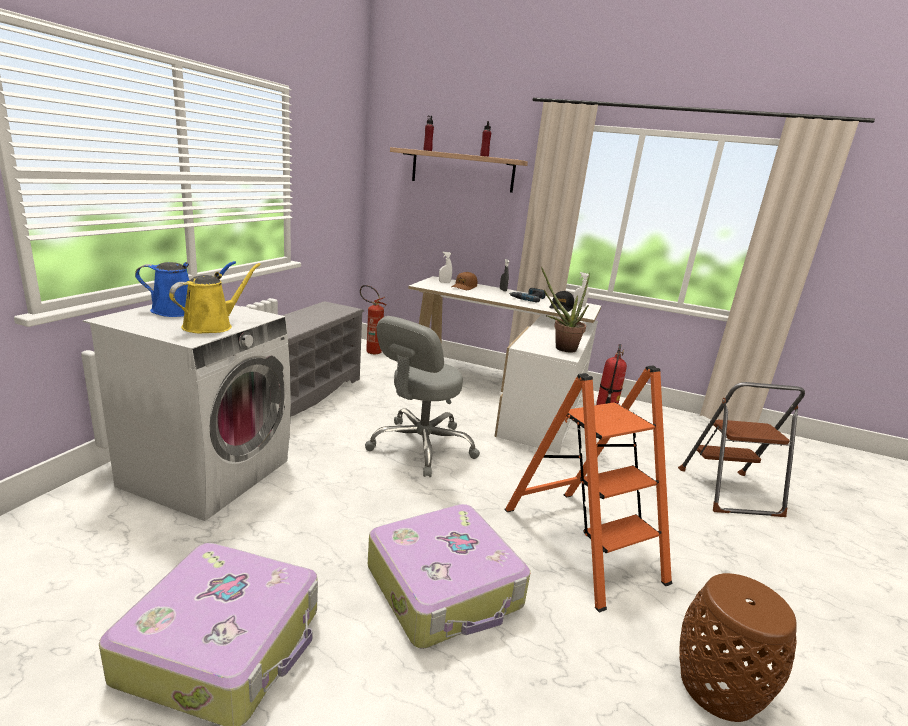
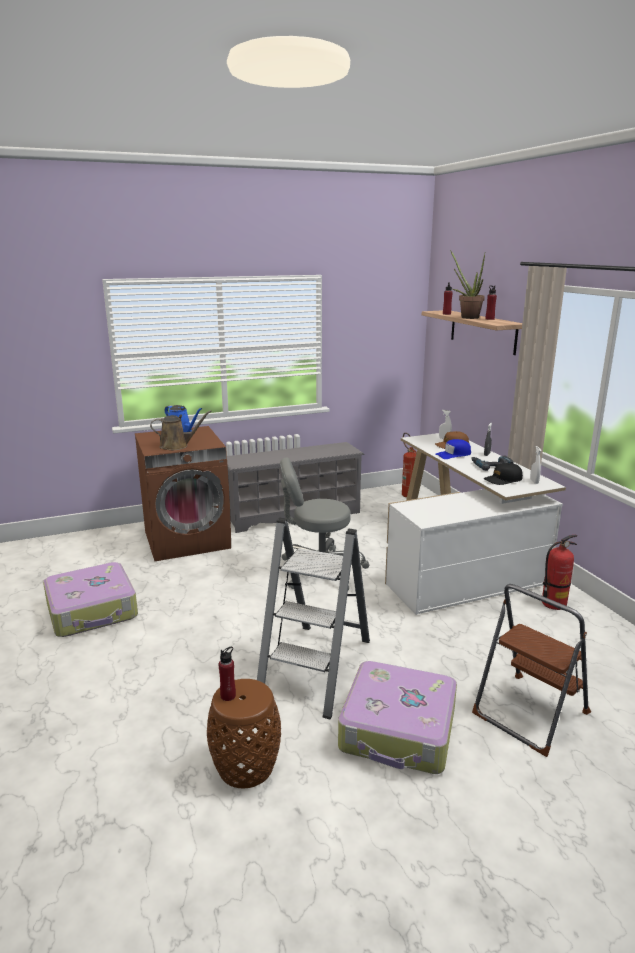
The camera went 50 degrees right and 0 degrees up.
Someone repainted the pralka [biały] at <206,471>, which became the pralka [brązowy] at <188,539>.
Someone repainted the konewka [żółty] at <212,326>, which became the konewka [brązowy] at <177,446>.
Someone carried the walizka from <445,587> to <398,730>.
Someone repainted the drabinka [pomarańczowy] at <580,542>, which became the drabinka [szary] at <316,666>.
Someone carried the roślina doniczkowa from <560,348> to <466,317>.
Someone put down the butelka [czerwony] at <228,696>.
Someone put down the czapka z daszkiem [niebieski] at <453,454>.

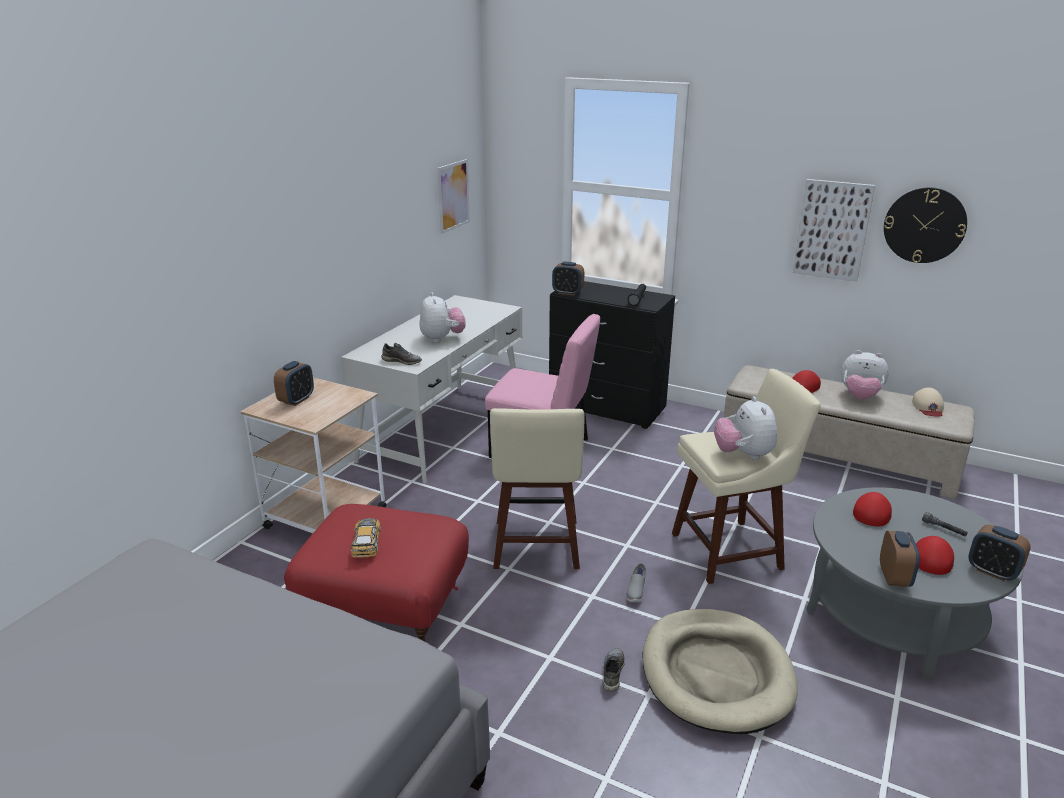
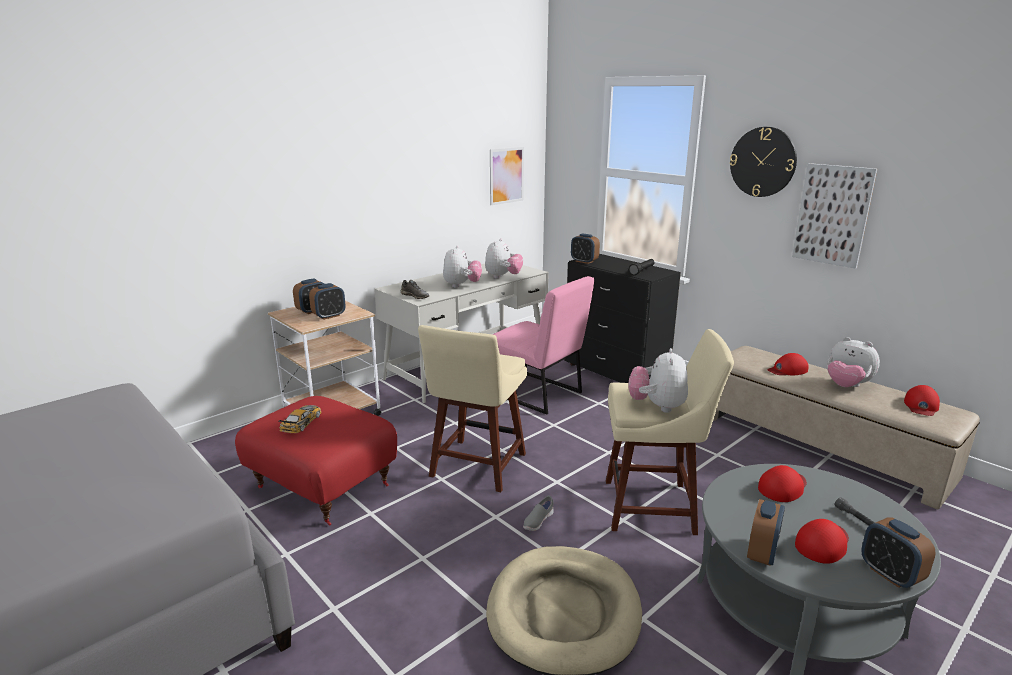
The camera went 20 degrees right and 5 degrees down.
Someone took away the but [szary] at <612,673>.
Someone carried the zegar ścienny from <924,225> to <763,162>.
Someone repainted the czapka z daszkiem [beżowy] at <928,407>, which became the czapka z daszkiem [czerwony] at <921,405>.
Someone put down the budzik at <329,316>.
Someone put down the pluszak at <503,277>.

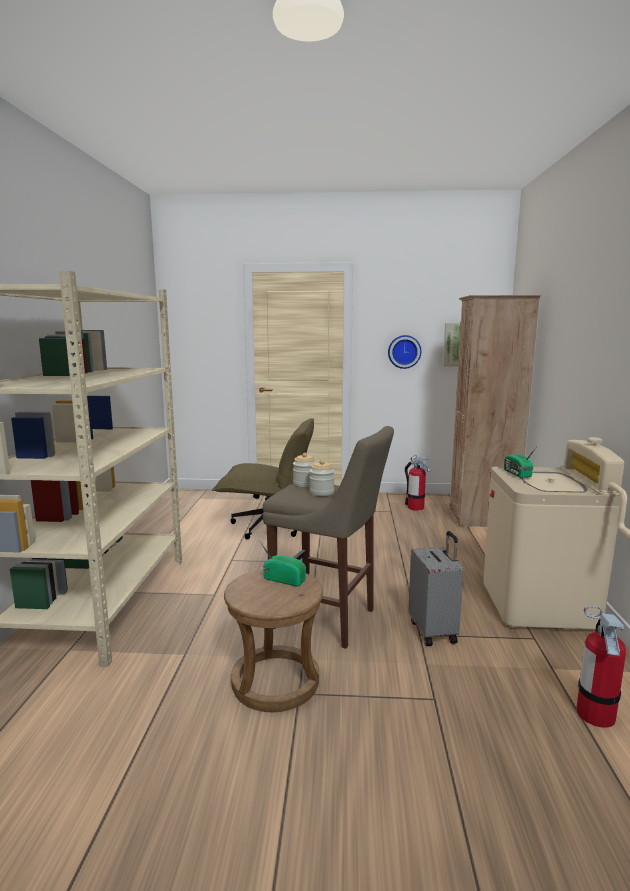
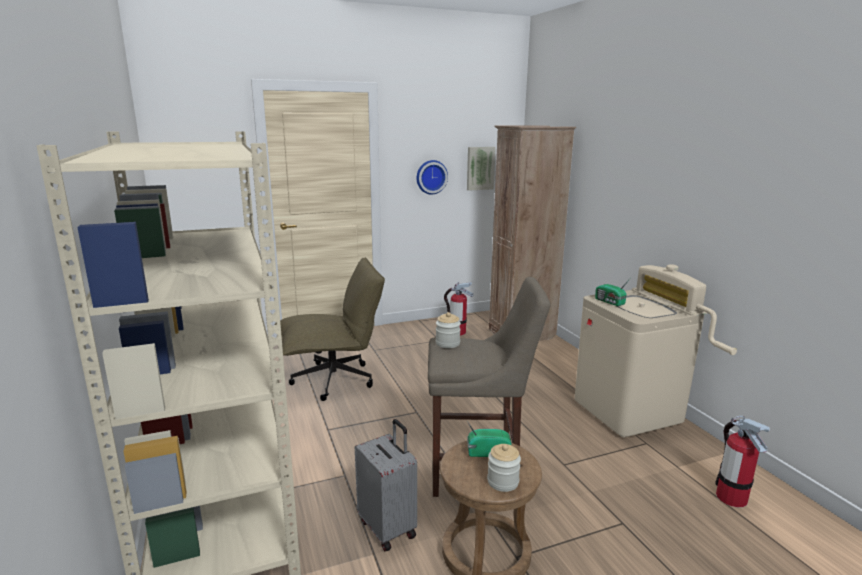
The camera went 25 degrees left and 5 degrees up.
Someone carried the słoik from <321,492> to <503,482>.
Someone carried the walizka [szary] from <434,631> to <388,528>.

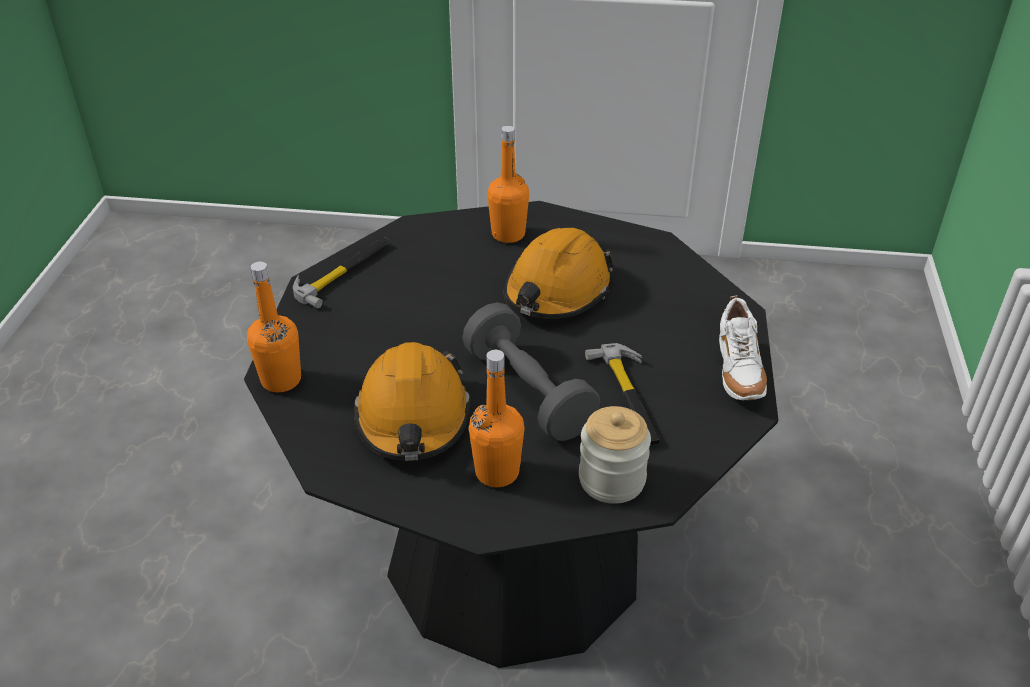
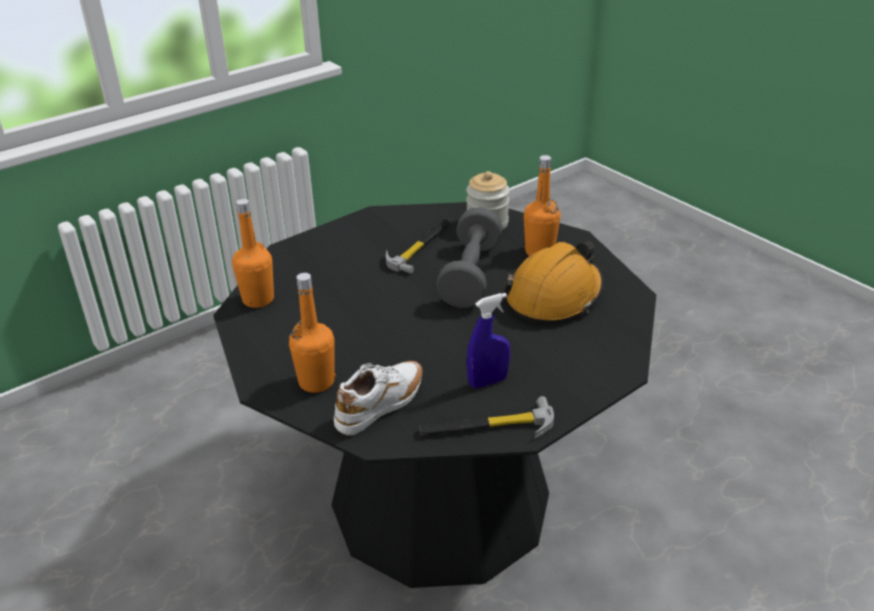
The camera went 135 degrees left and 5 degrees down.
Someone carried the butelka [pomarańczowy] from <281,380> to <258,299>.
Someone took away the kask [pomarańczowy] at <557,291>.
Someone carried the but [biały] from <737,374> to <381,407>.
Someone put down the spryskiwacz [niebieski] at <488,382>.

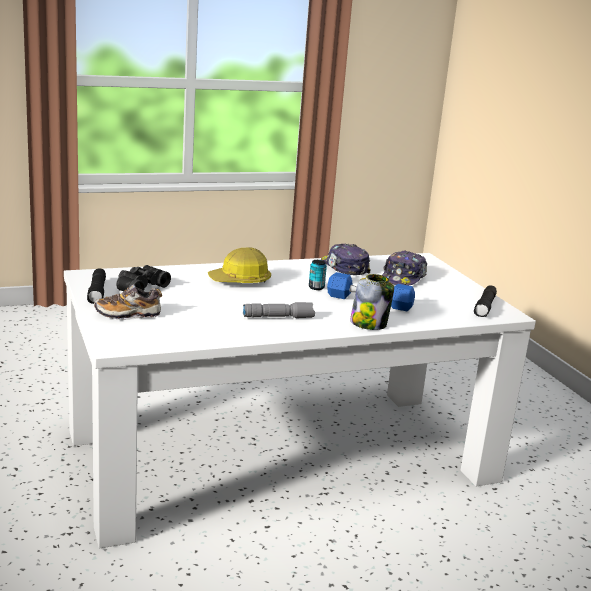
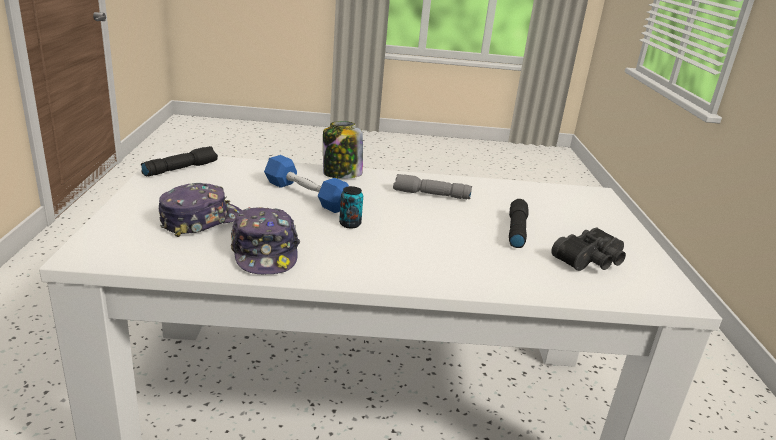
The camera went 160 degrees left and 5 degrees up.
Someone carried the latarka [czarny] from <98,292> to <515,230>.
Someone took away the but at <128,315>.
Someone took away the kask at <240,281>.

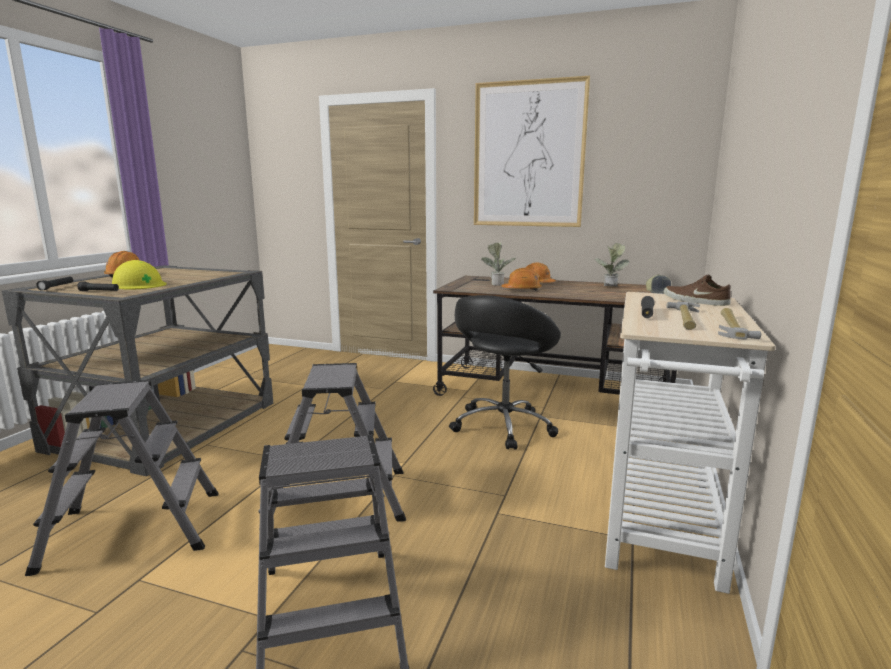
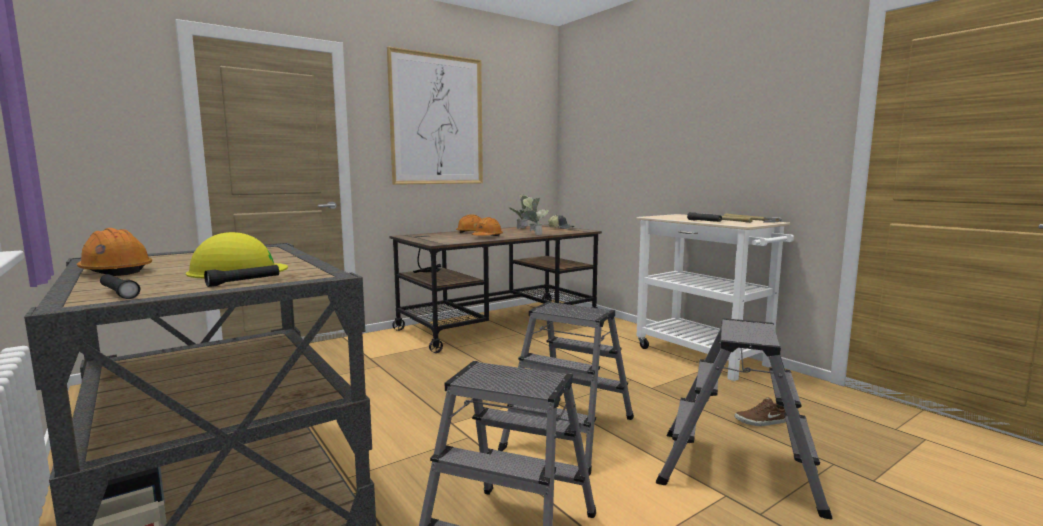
The camera went 55 degrees left and 5 degrees down.
Someone took away the krzesło biurowe [czarny] at <502,428>.
Someone carried the roślina doniczkowa from <497,284> to <533,234>.
Someone carried the but [brązowy] from <694,301> to <761,421>.

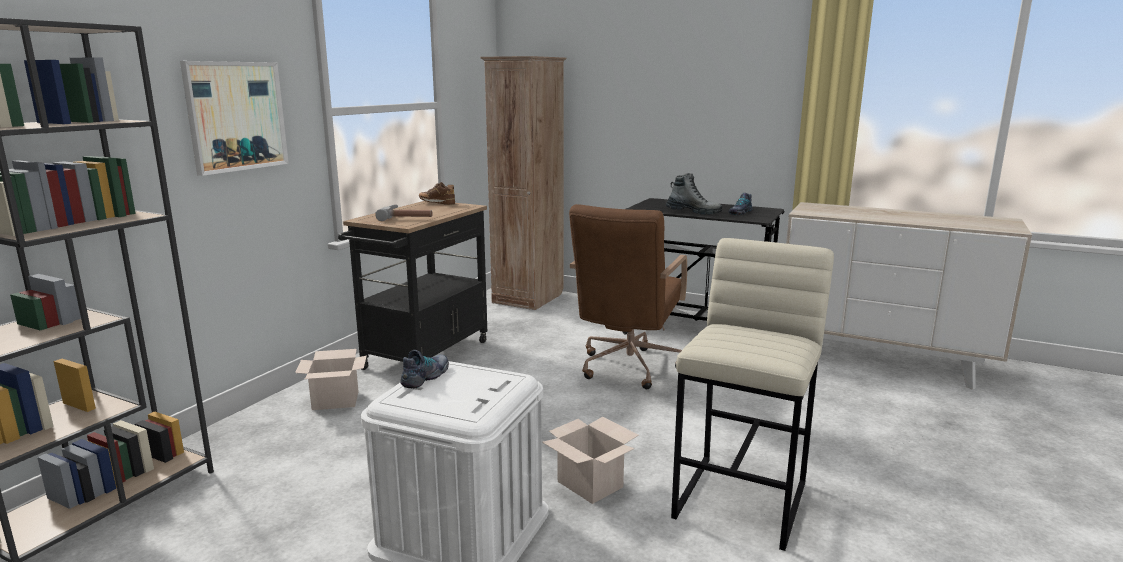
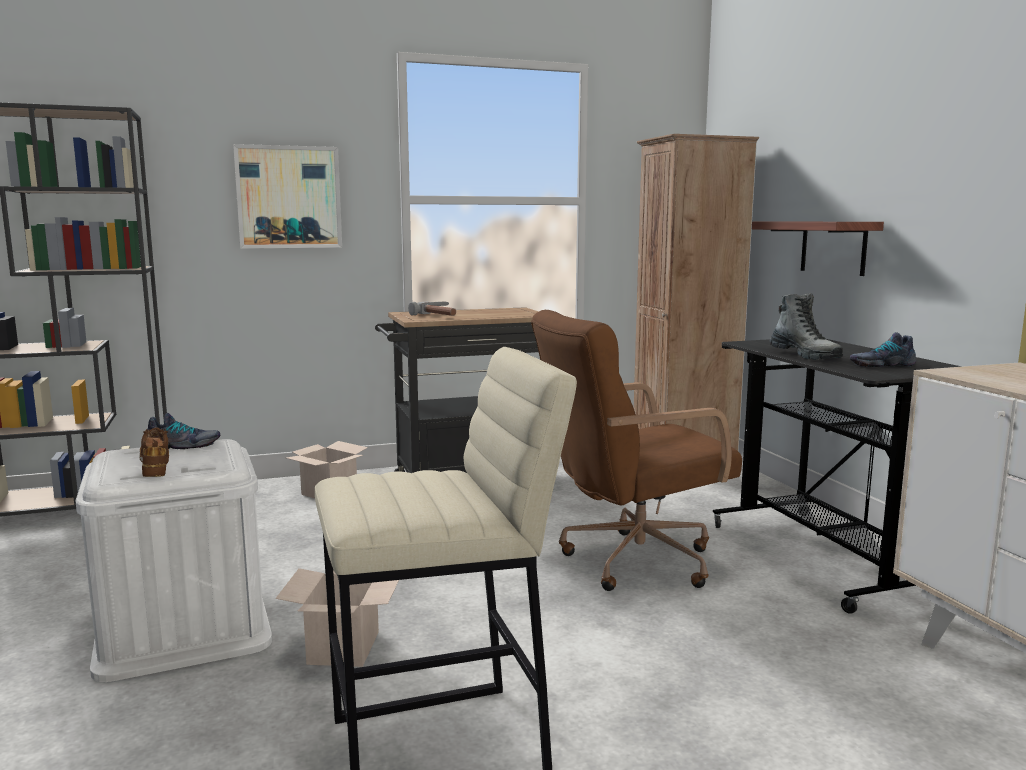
The camera went 45 degrees right and 5 degrees down.
Someone carried the but [brązowy] from <437,203> to <156,467>.
Someone put up the półka at <833,247>.

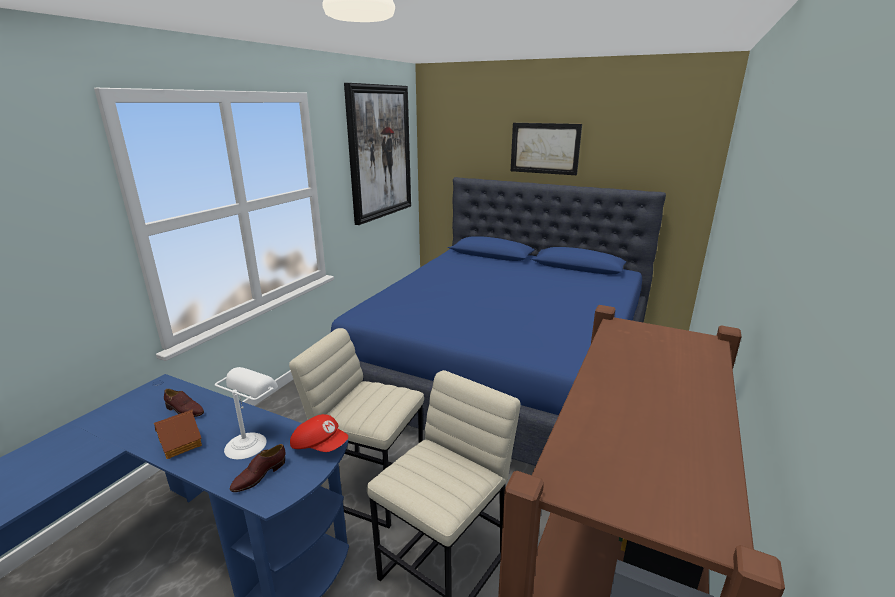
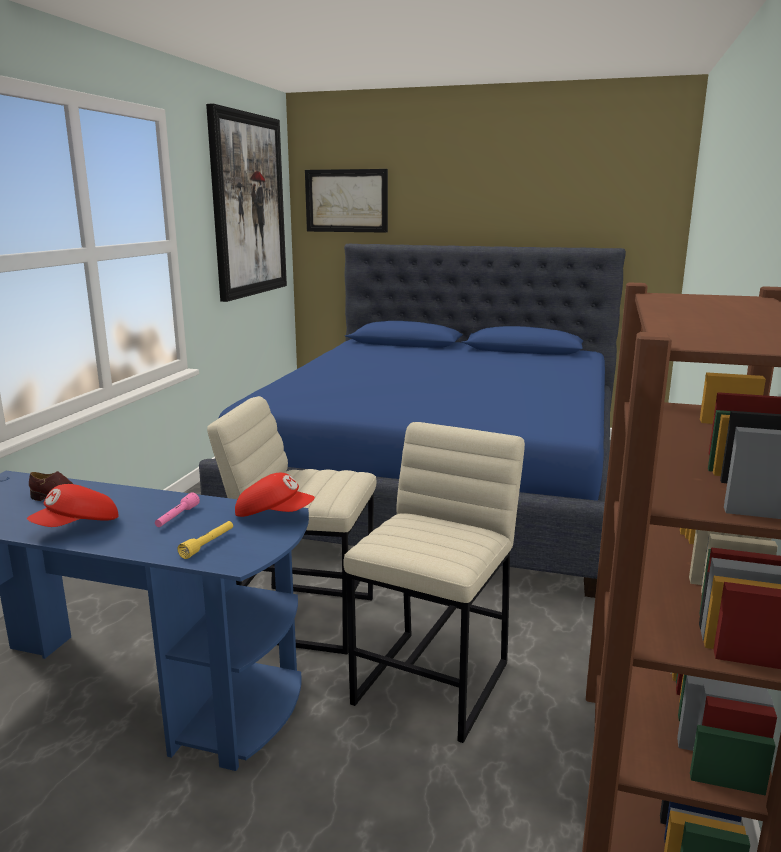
The camera went 10 degrees left and 5 degrees down.
Someone swapped the domek at <181,443> for the czapka z daszkiem [czerwony] at <78,527>.
Someone swapped the lampa stołowa [biały] at <251,440> for the latarka [różowy] at <177,517>.
Someone swapped the but [brązowy] at <259,475> for the latarka [żółty] at <208,544>.
Someone carried the obraz from <545,148> to <346,201>.

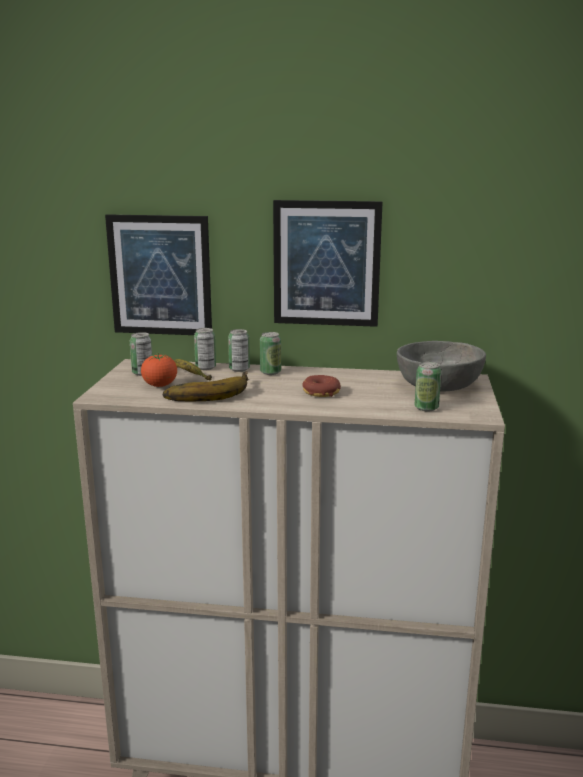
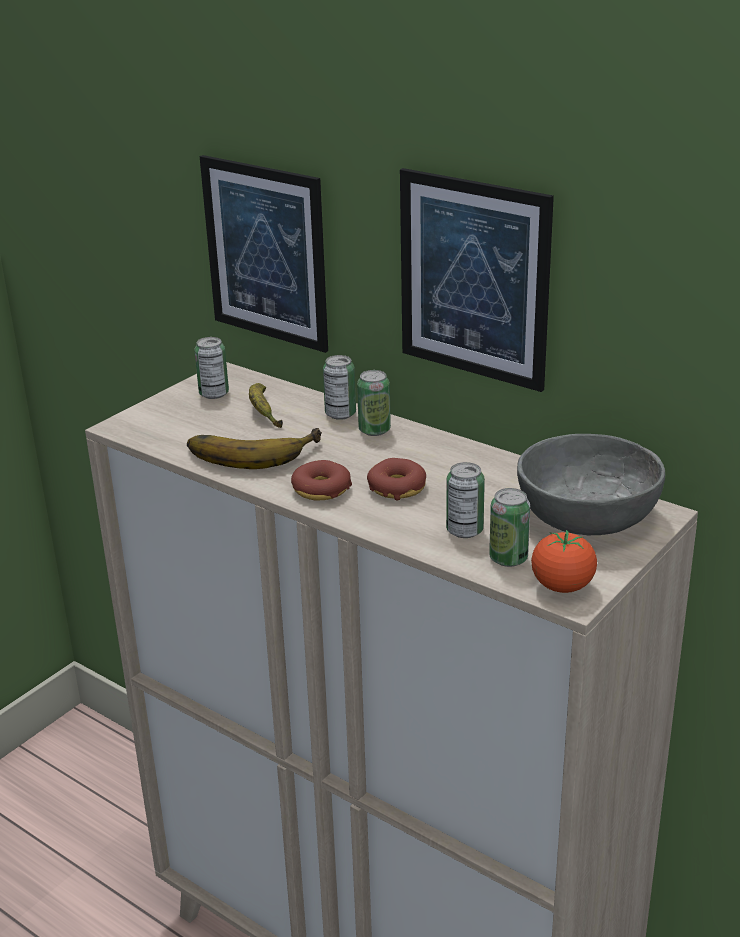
The camera went 30 degrees right and 10 degrees up.
Someone carried the pomidor from <160,386> to <562,586>.
Someone carried the puszka from <205,367> to <464,530>.
Someone put down the donut at <321,489>.

